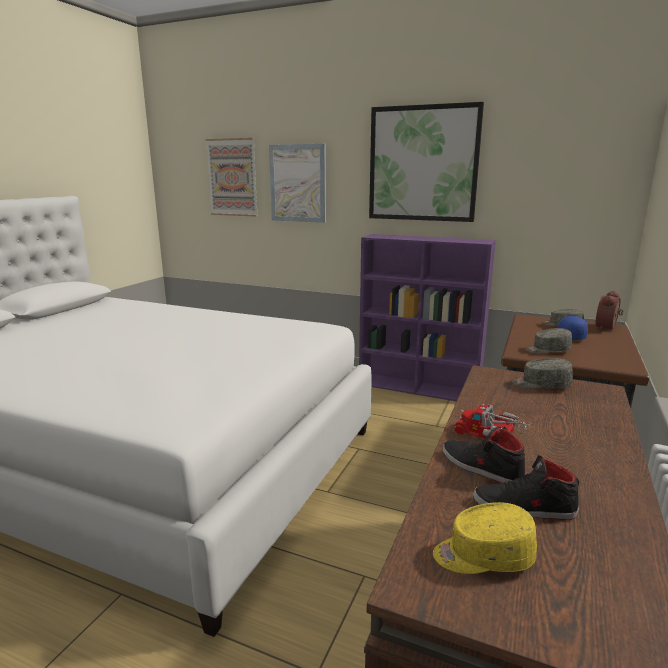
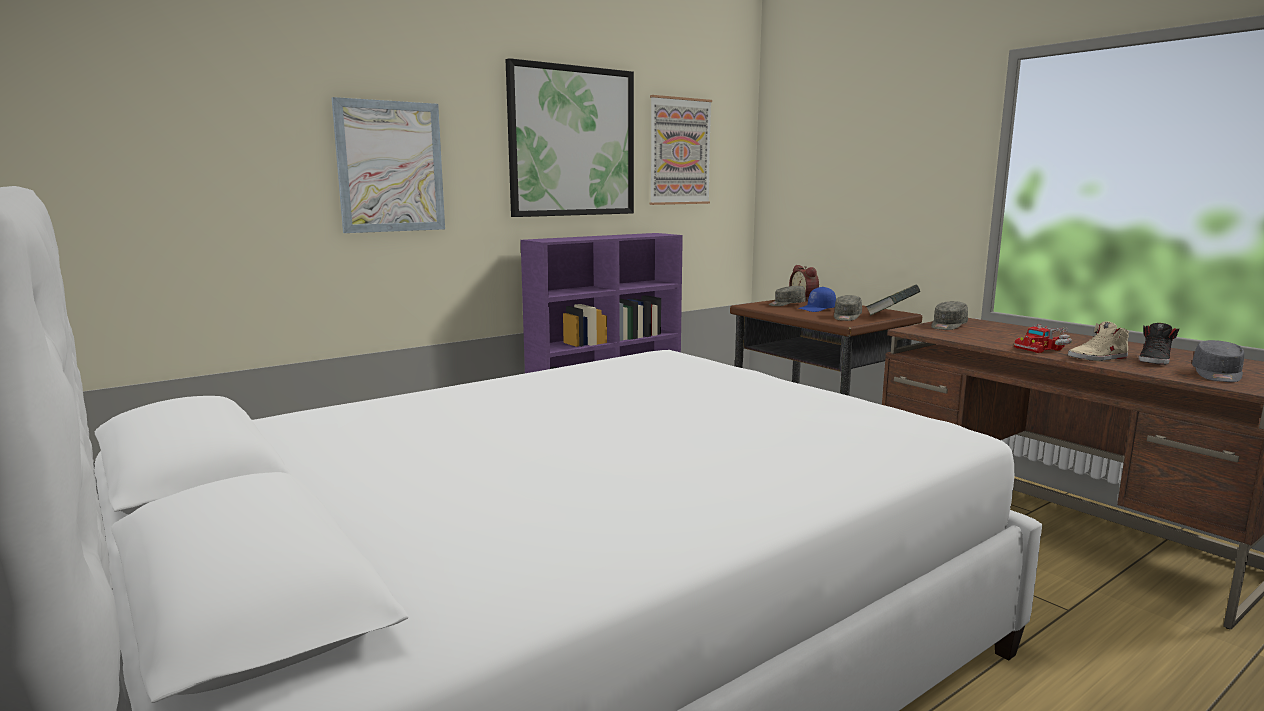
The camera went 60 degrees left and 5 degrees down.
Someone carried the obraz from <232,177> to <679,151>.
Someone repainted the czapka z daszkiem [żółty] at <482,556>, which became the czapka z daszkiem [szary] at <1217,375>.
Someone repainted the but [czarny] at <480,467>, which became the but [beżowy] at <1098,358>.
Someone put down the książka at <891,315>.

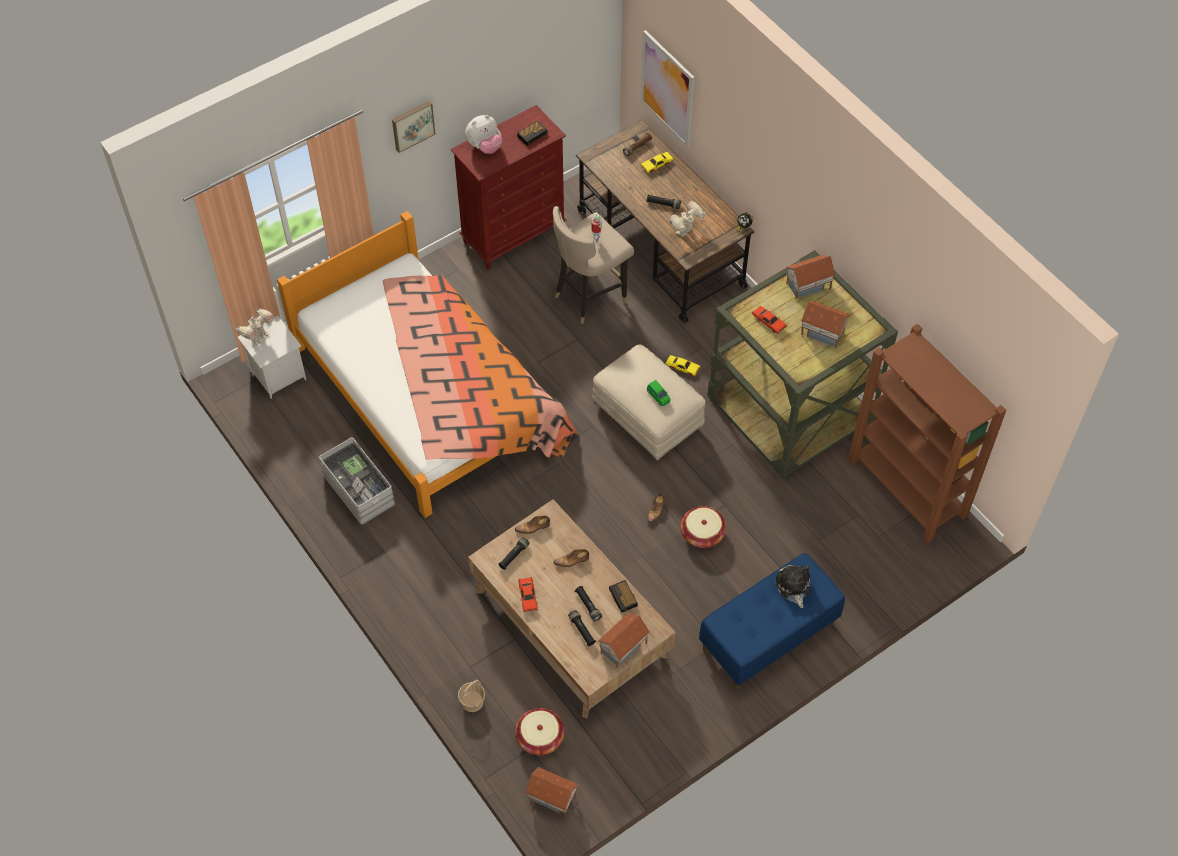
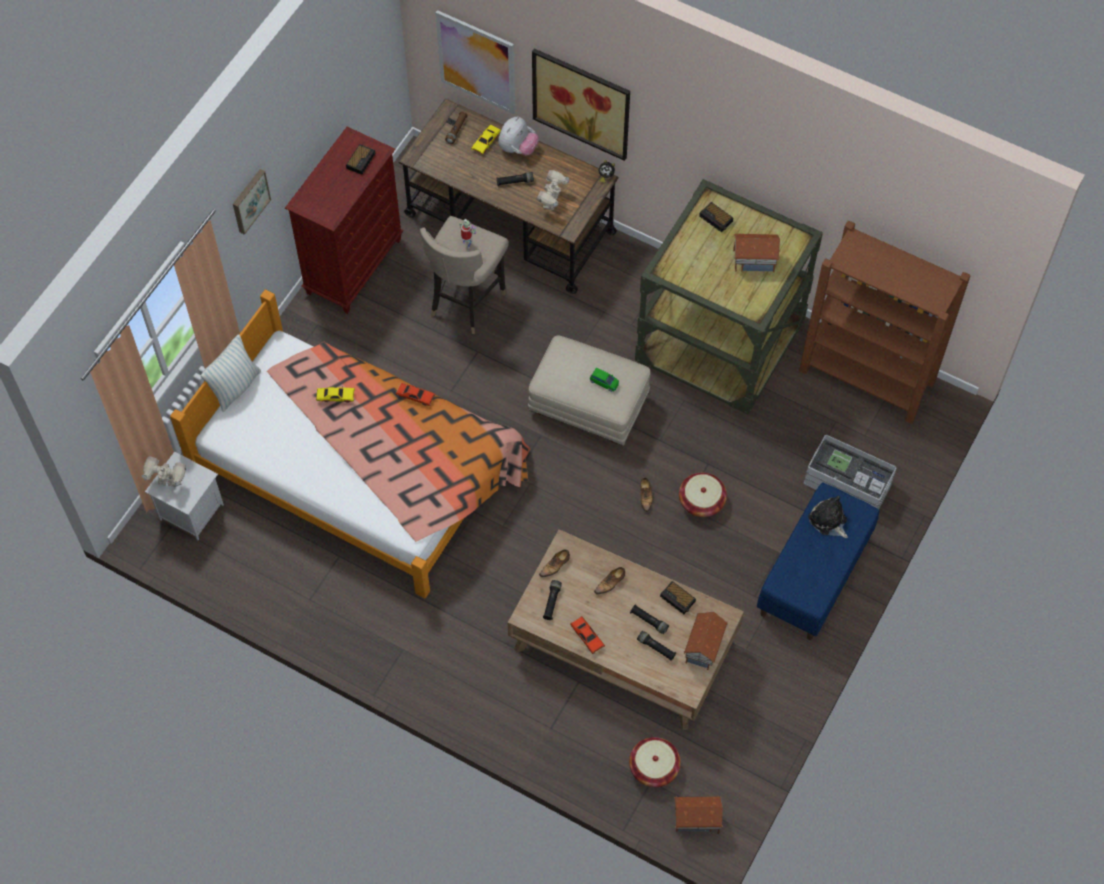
The camera went 25 degrees left and 5 degrees up.
Someone rotated the robot zabawkowy at <259,337> by 90 degrees counterclockwise.
Someone carried the pojemnik do przechowywania [szary] from <359,489> to <848,483>.
Someone took away the koszyk at <472,701>.
Someone carried the pluszak from <484,147> to <518,148>.
Someone carried the samochodzik [żółty] from <682,367> to <336,396>.
Someone carried the samochodzik [czerwony] from <768,322> to <415,396>.
Someone swapped the domek at <808,287> for the budzik at <716,219>.
Someone put down the poduszka at <235,387>.
Someone put up the obraz at <581,103>.

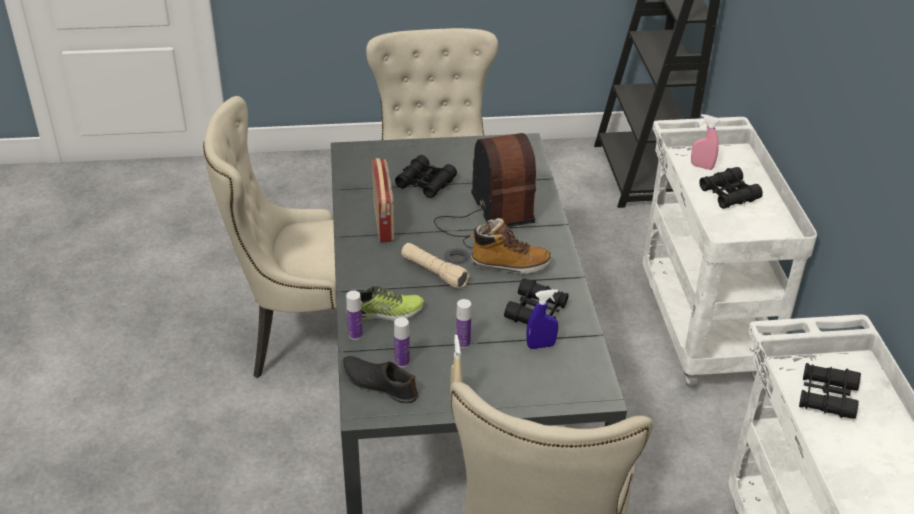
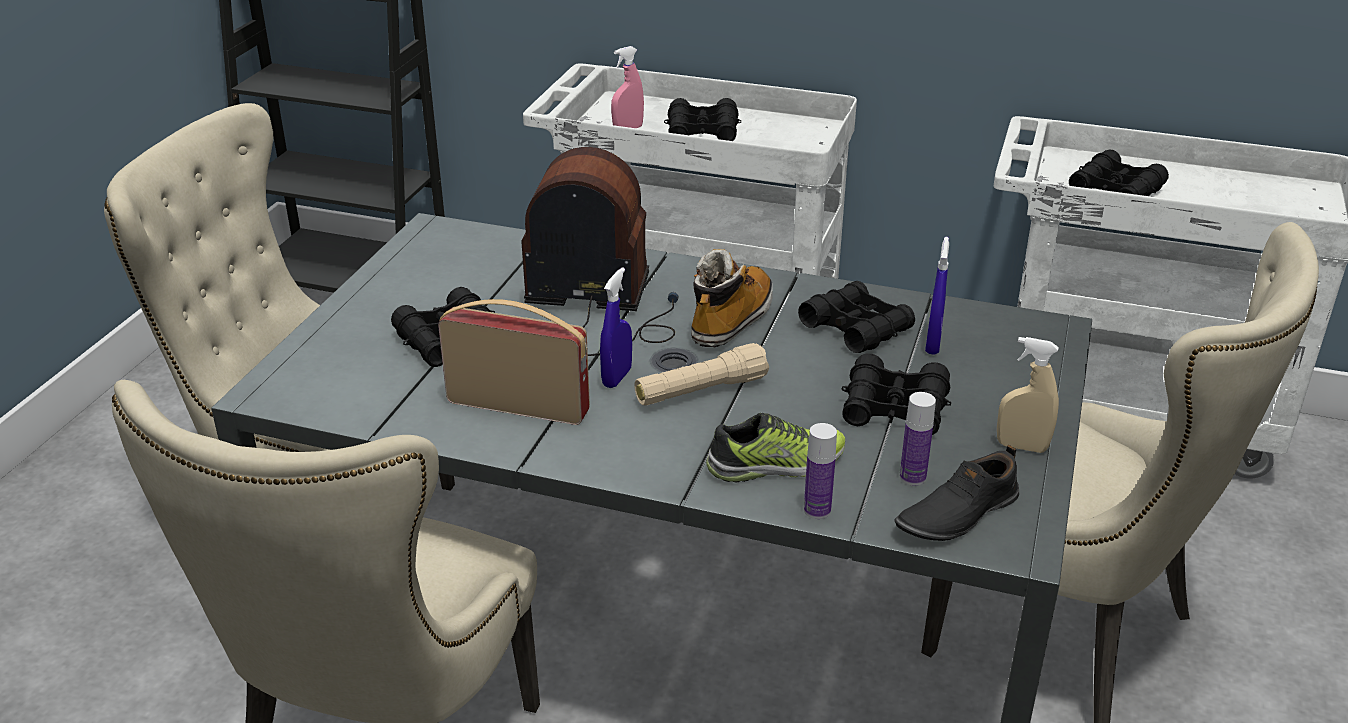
The camera went 65 degrees left and 5 degrees down.
Someone rotated the but at <385,313> by 60 degrees clockwise.
Someone swapped the butelka at <463,343> for the lornetka [czarny] at <895,408>.
Someone put down the spryskiwacz [niebieski] at <617,377>.

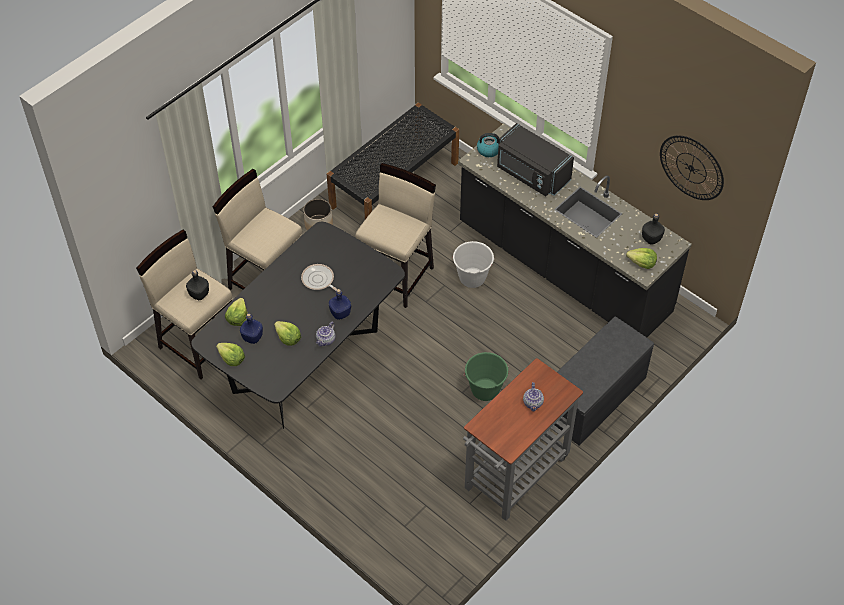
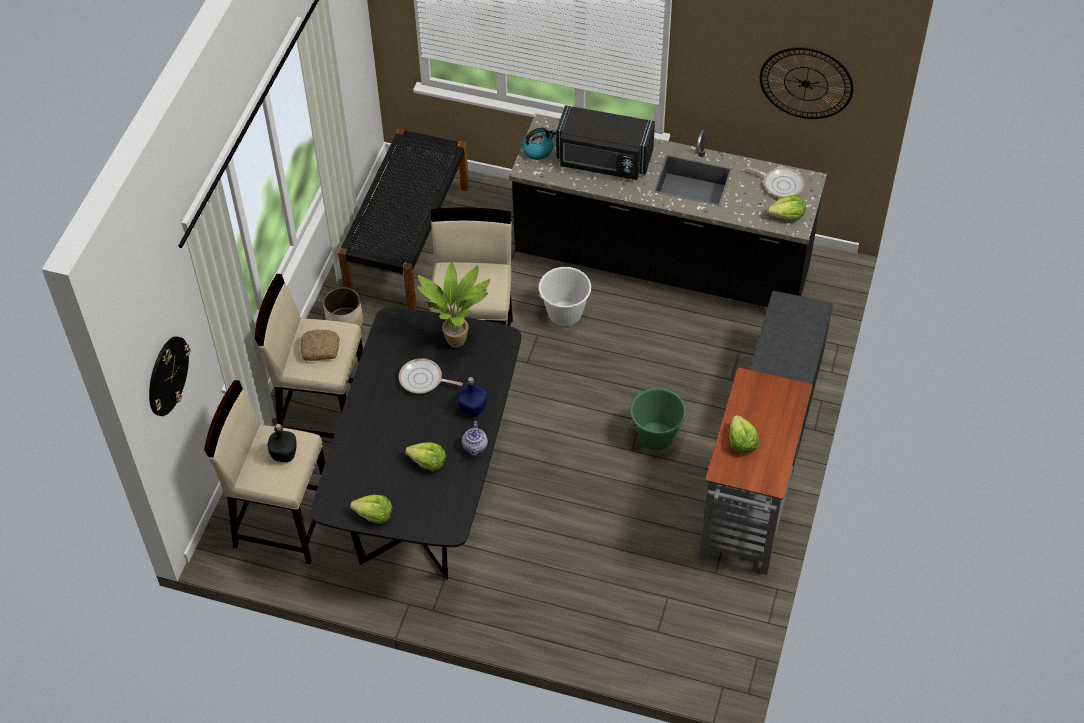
The camera went 25 degrees left and 0 degrees up.
Someone carried the sałata from <237,317> to <741,442>.
Someone took away the butelka [niebieski] at <252,337>.
Someone took away the imbryk at <533,403>.
Someone swapped the butelka [czarny] at <651,238> for the patelnia at <781,184>.
Someone put up the zegar ścienny at <167,375>.
Someone put down the chleb at <320,348>.
Someone put down the roślina doniczkowa at <458,339>.

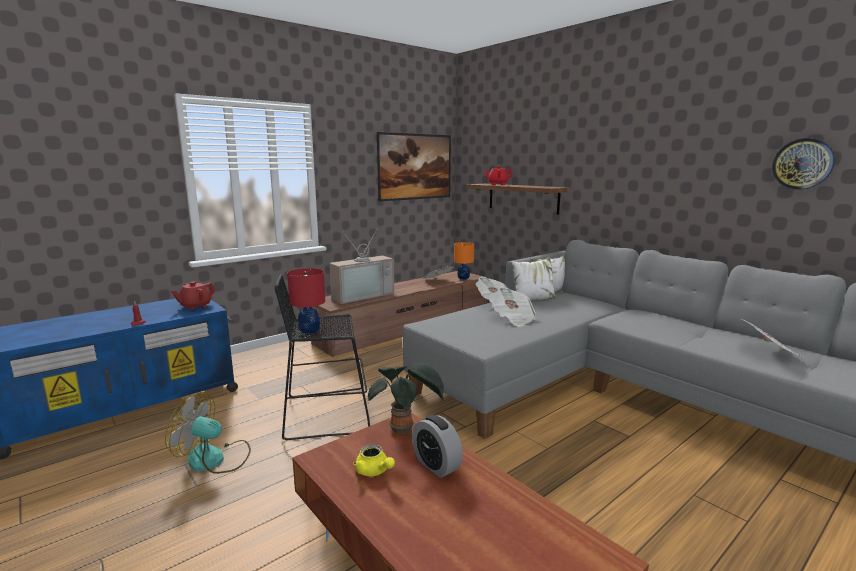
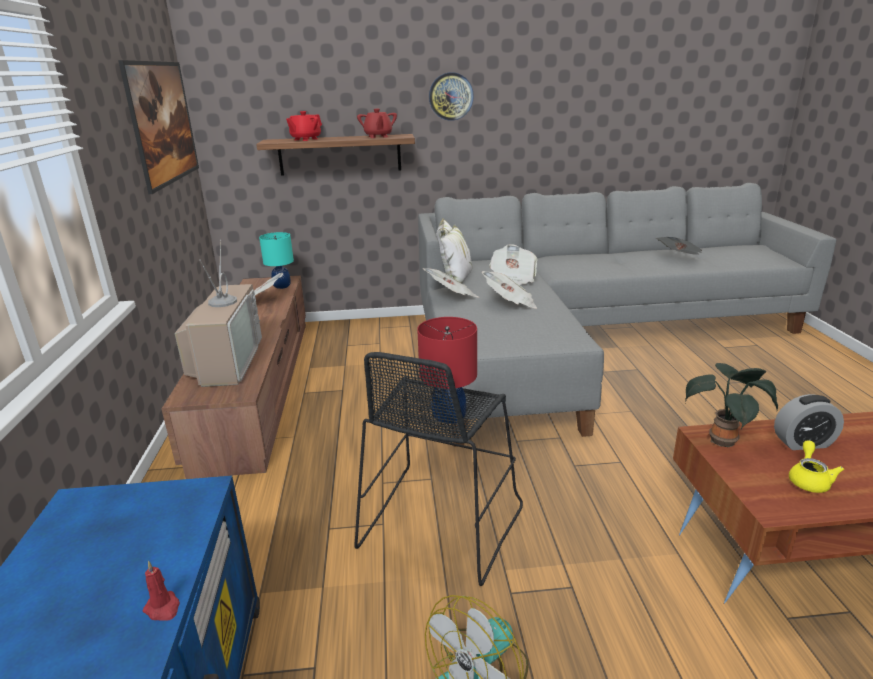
The camera went 55 degrees left and 10 degrees up.
Someone carried the imbryk [czerwony] from <195,306> to <378,136>.
Someone rotated the imbryk [żółty] at <374,471> by 60 degrees counterclockwise.
Someone repainted the lampa stołowa [pomarańczowy] at <463,278>, which became the lampa stołowa [turkusowy] at <281,286>.
Someone carried the zegar ścienny from <802,164> to <451,96>.
Someone put down the gazeta at <513,279>.

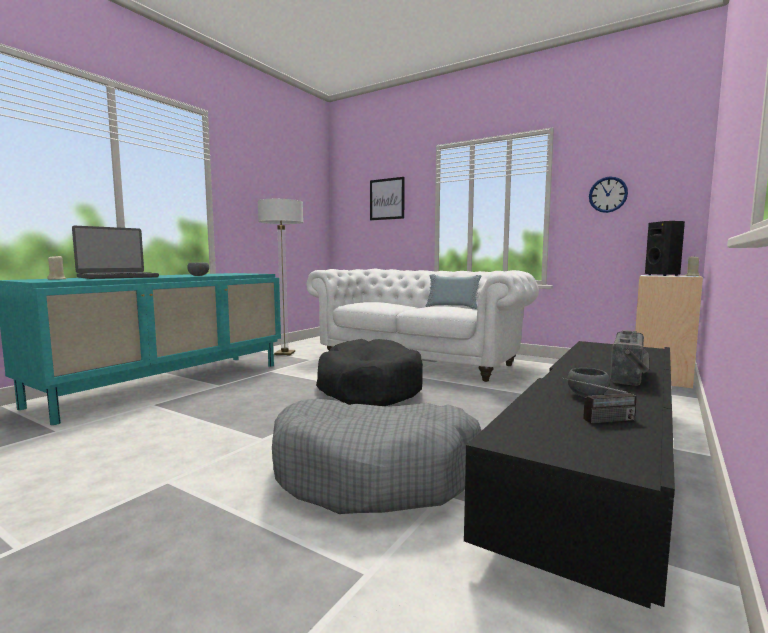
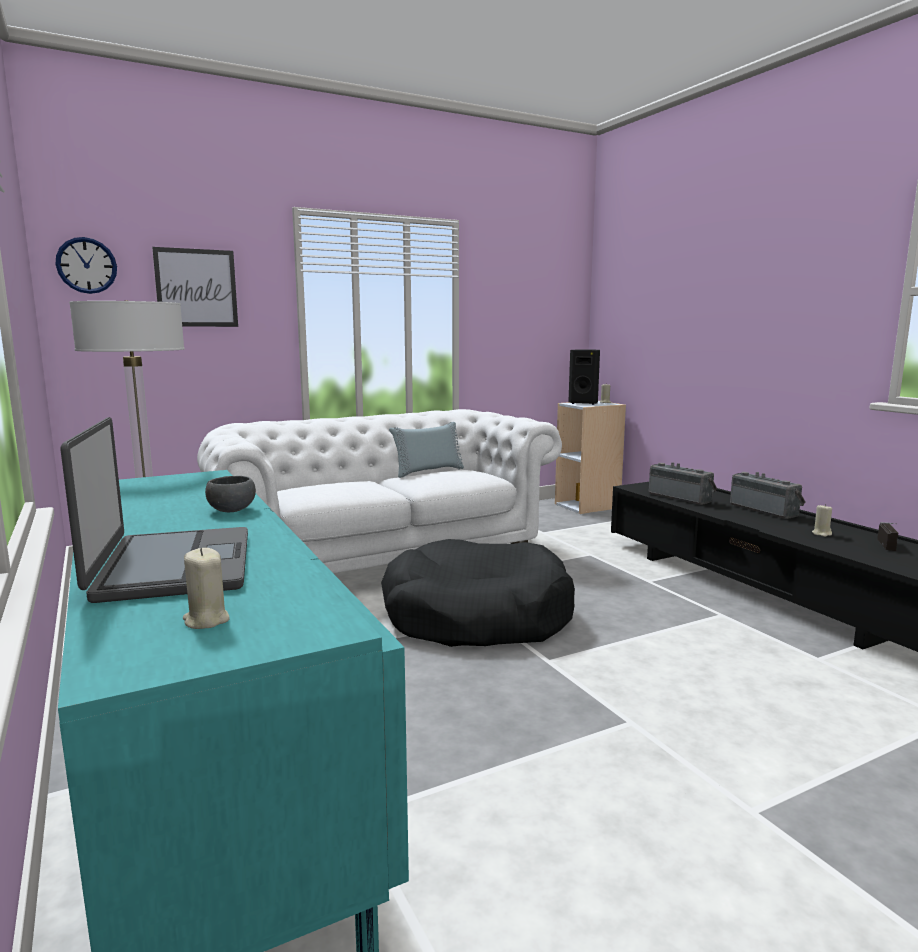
The camera went 60 degrees left and 5 degrees up.
Someone took away the legowisko [szary] at <375,474>.
Someone swapped the miska [szary] at <587,395> for the świeca [beżowy] at <821,533>.
Someone carried the zegar ścienny from <608,194> to <86,265>.
Someone put down the radio at <681,497>.

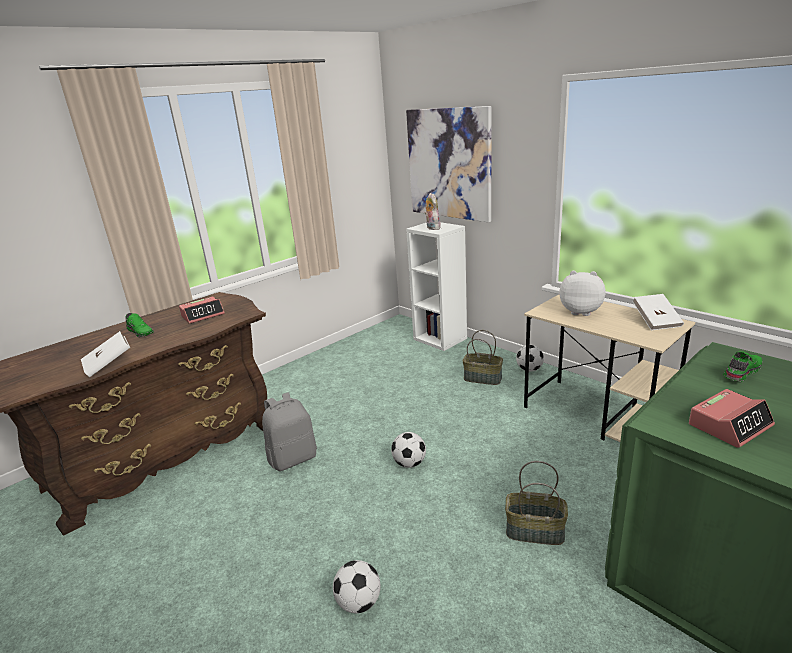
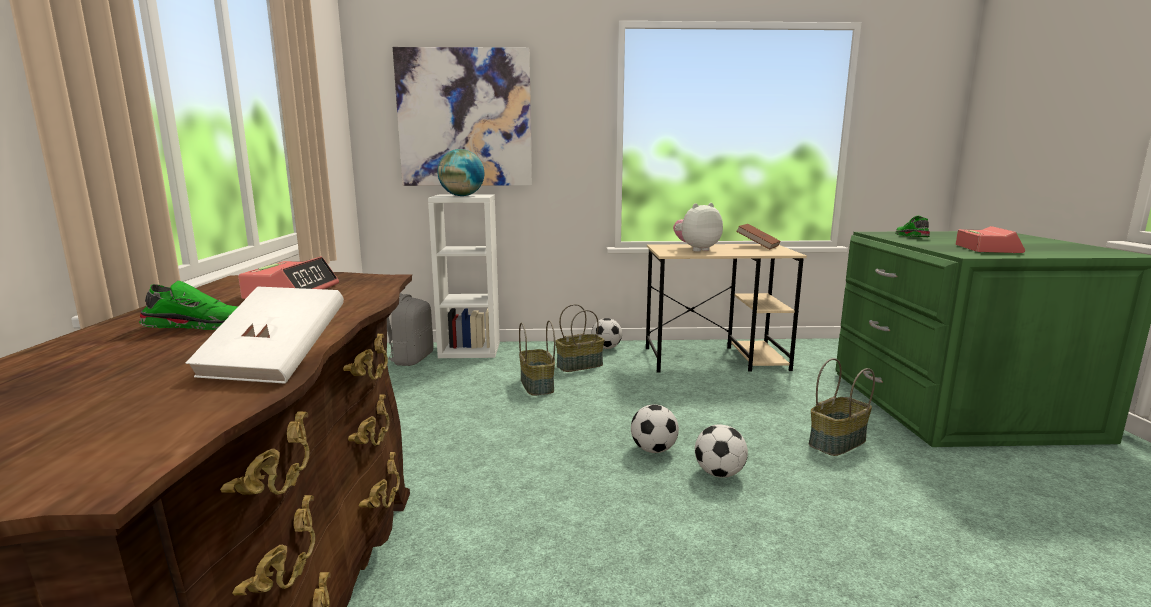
The camera went 50 degrees left and 10 degrees down.
Someone carried the plecak [szary] from <293,458> to <410,359>.
Someone carried the piłka futbolowa from <359,603> to <719,473>.
Someone swapped the pluszak at <432,228> for the globus at <462,196>.
Someone repainted the książka [biały] at <656,321>, which became the książka [brązowy] at <757,246>.
Someone put down the koszyk at <536,385>.

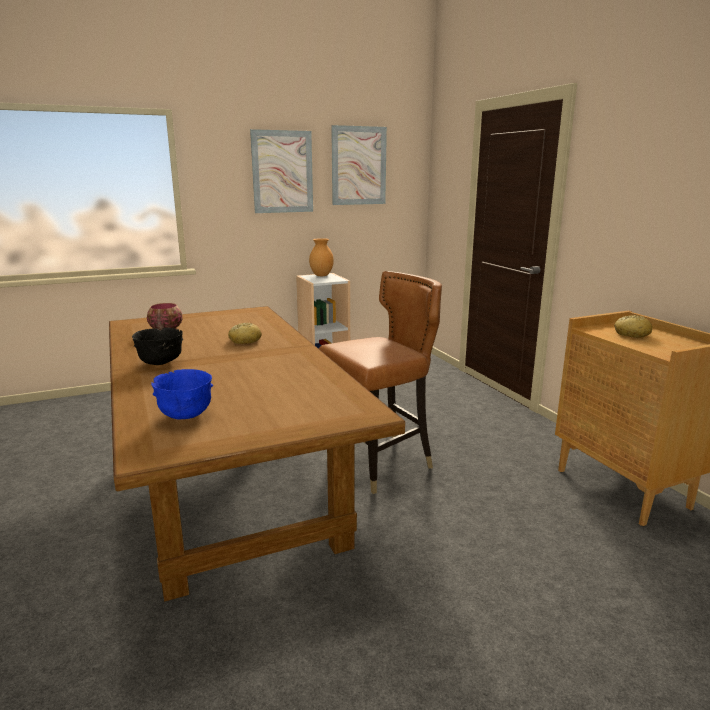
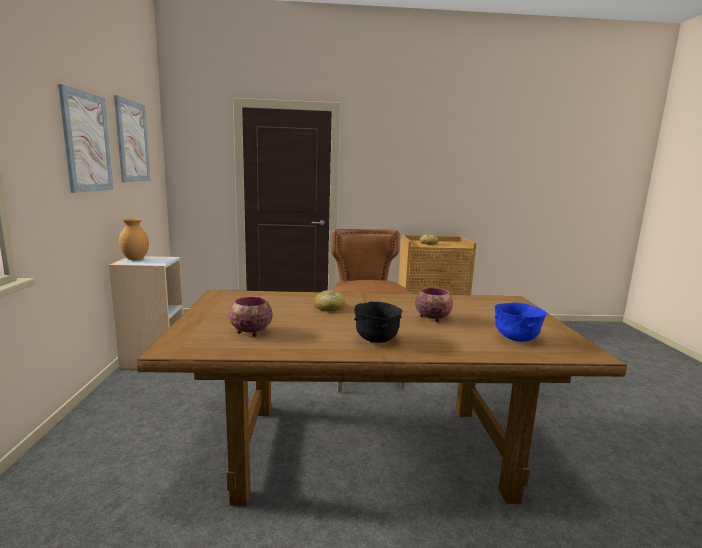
The camera went 70 degrees left and 5 degrees down.
Someone put down the miska at <432,318>.

